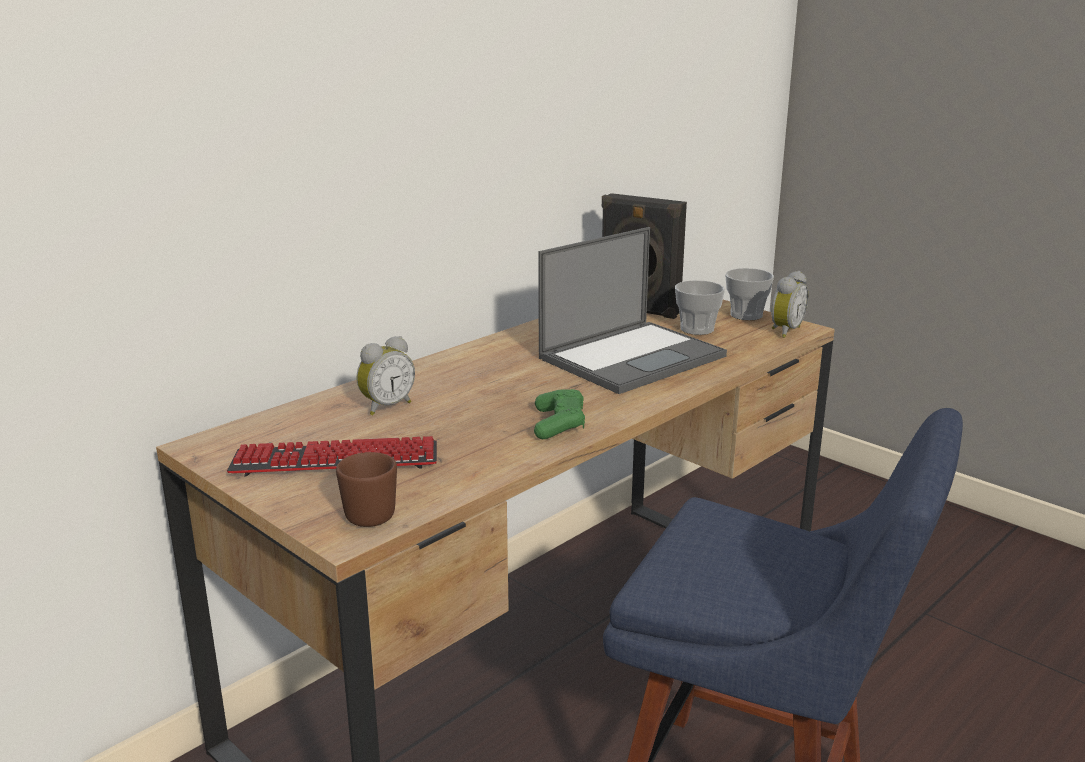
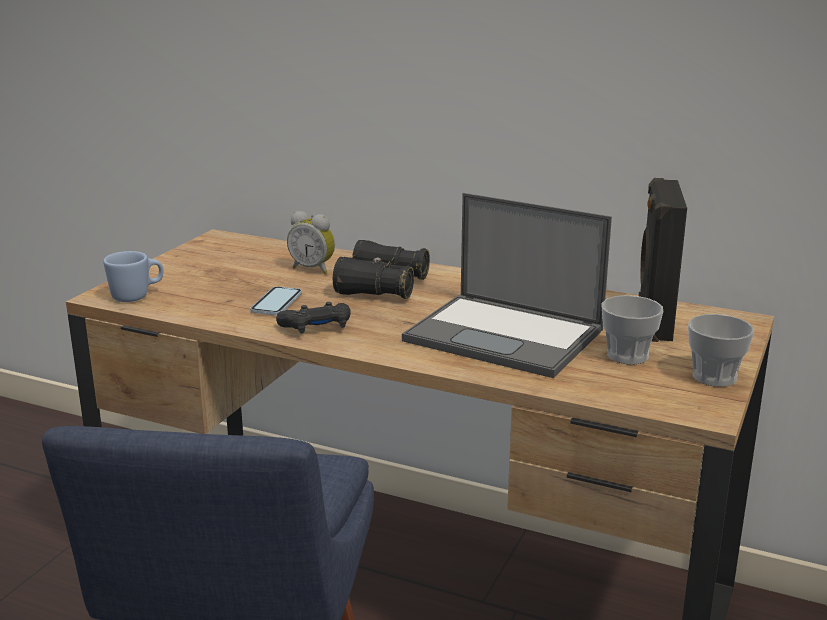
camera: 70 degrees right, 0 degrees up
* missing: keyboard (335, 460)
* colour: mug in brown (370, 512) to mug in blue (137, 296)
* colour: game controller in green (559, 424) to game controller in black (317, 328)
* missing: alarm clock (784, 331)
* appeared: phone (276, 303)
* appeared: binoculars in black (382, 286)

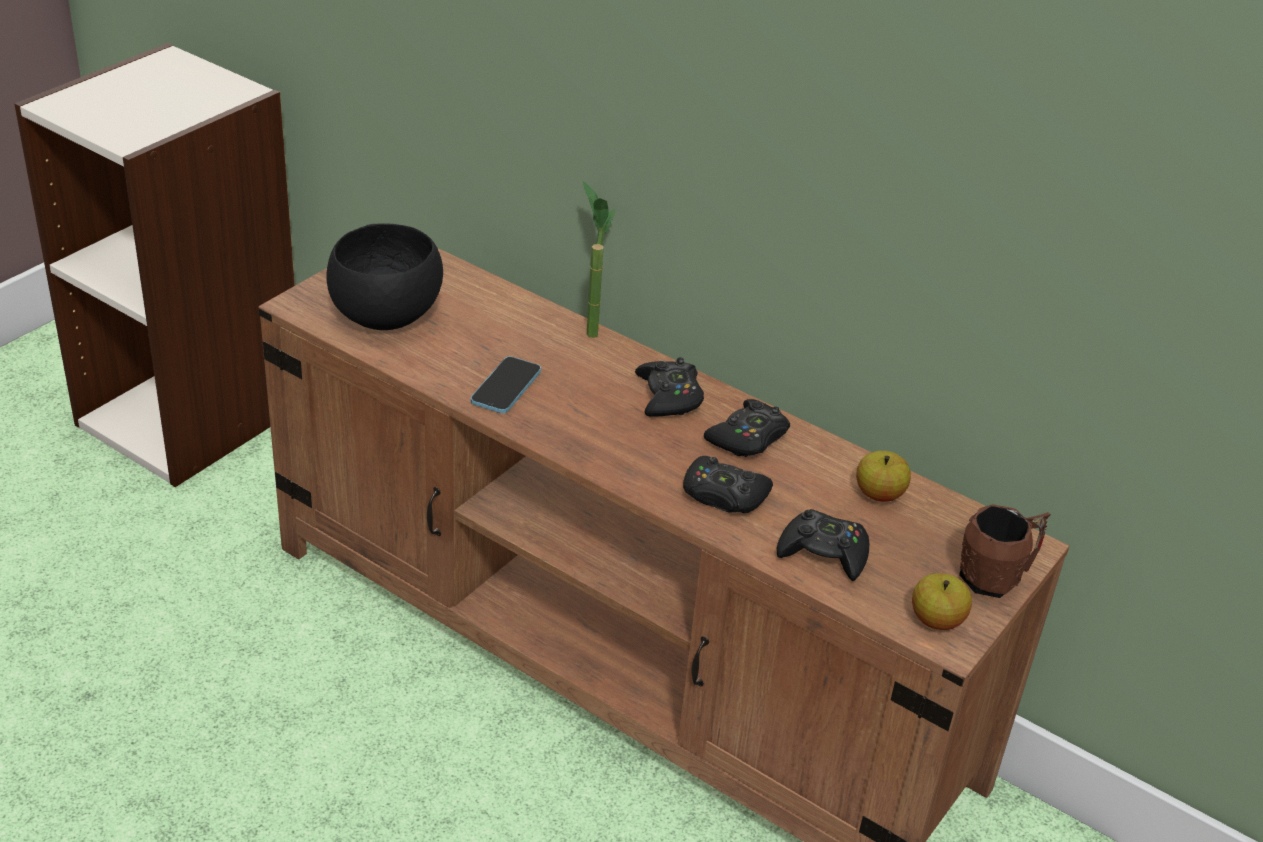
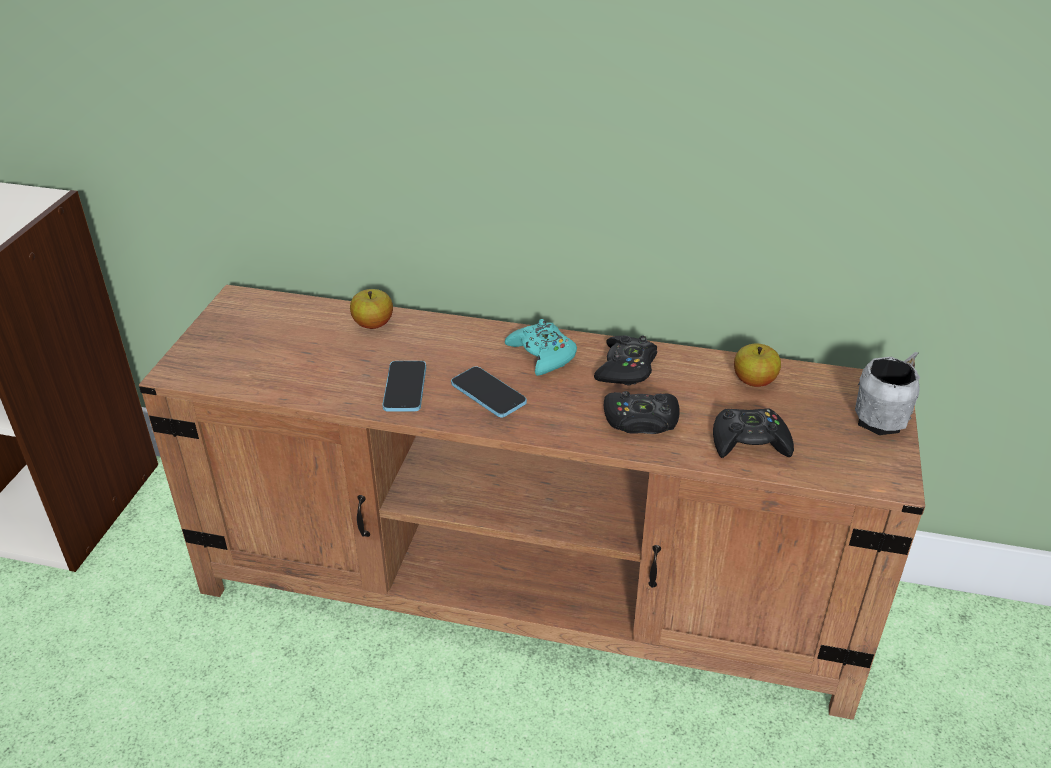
camera: 20 degrees left, 0 degrees up
* missing: bowl in black (385, 317)
* missing: potted plant (589, 327)
* colour: game controller in black (669, 397) to game controller in turquoise (542, 355)
* relocated: apple (936, 620) to (373, 324)
* colour: mug in brown (996, 577) to mug in grey (884, 417)
* appeared: phone (488, 394)

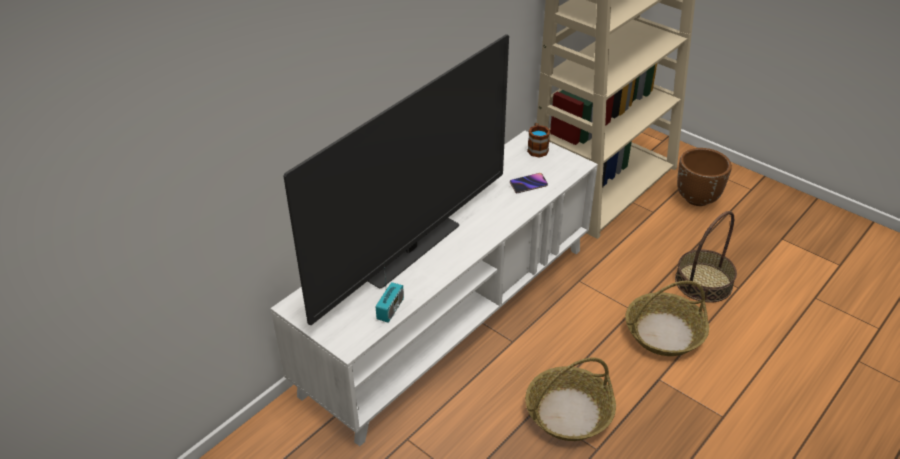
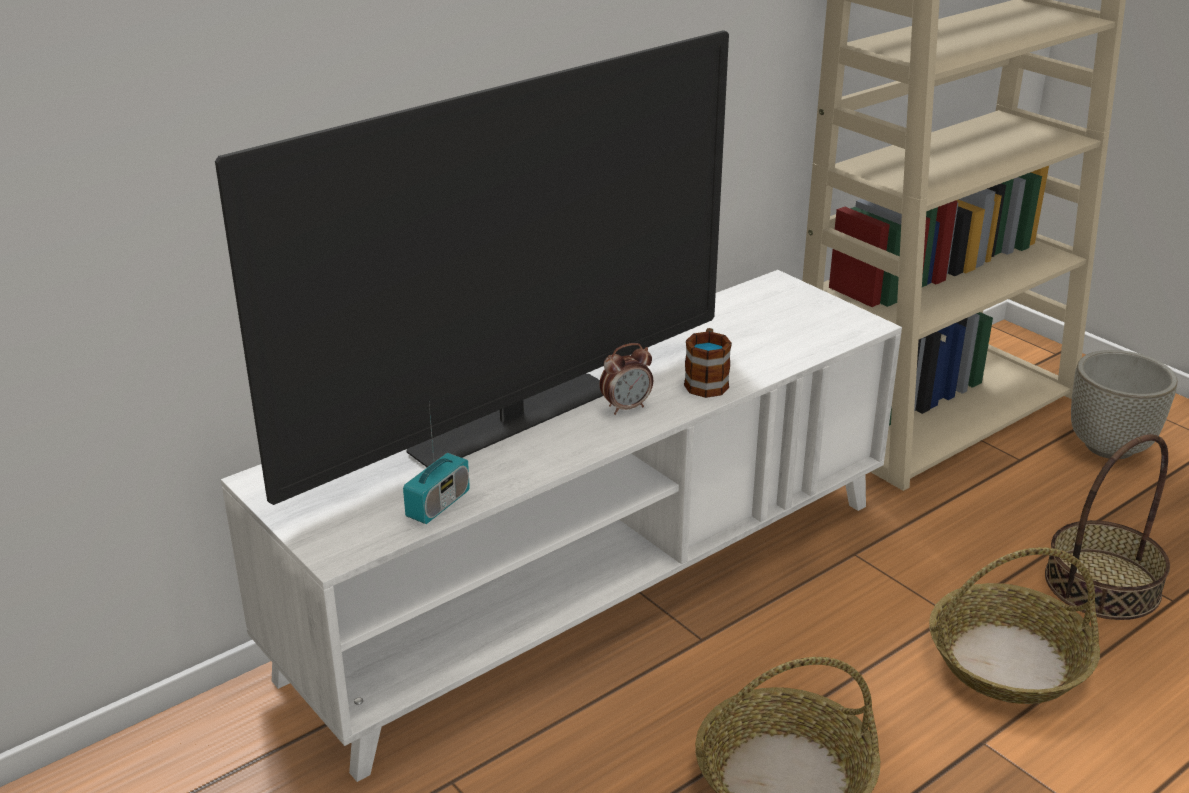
camera: 10 degrees right, 10 degrees down
* missing: phone (528, 184)
* relocated: mug (537, 148) to (706, 381)
* colour: planter in brown (697, 198) to planter in grey (1110, 447)
* appeared: alarm clock (626, 407)

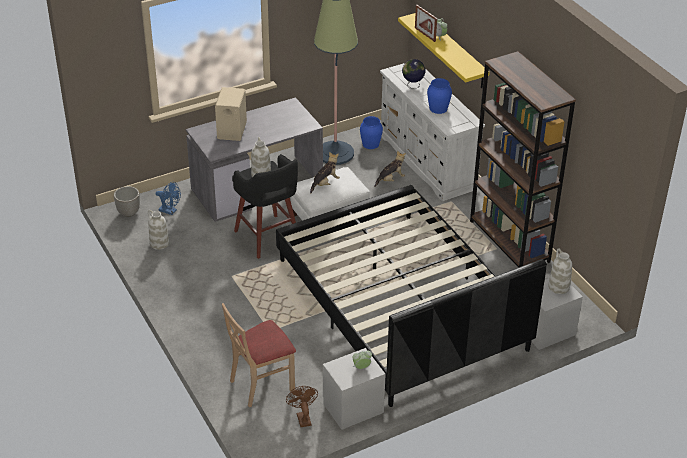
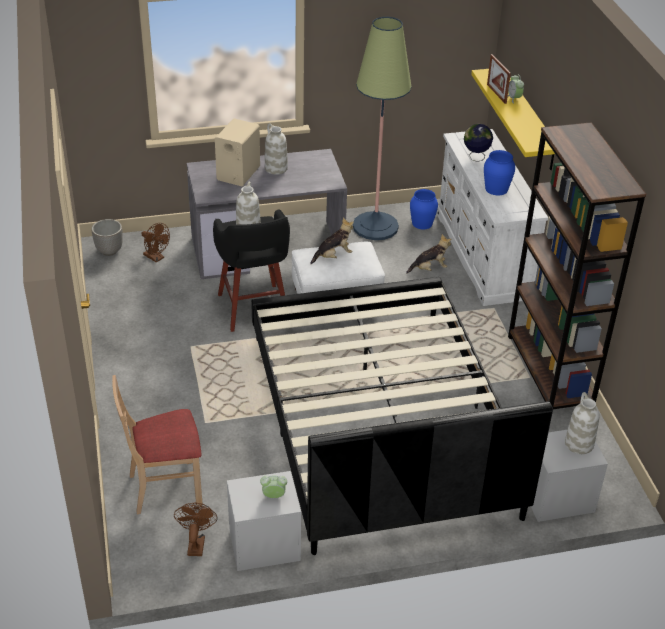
camera: 15 degrees right, 0 degrees up
* relocated: vase in white (159, 243) to (275, 168)
* colour: fan in blue (170, 211) to fan in brown (156, 258)

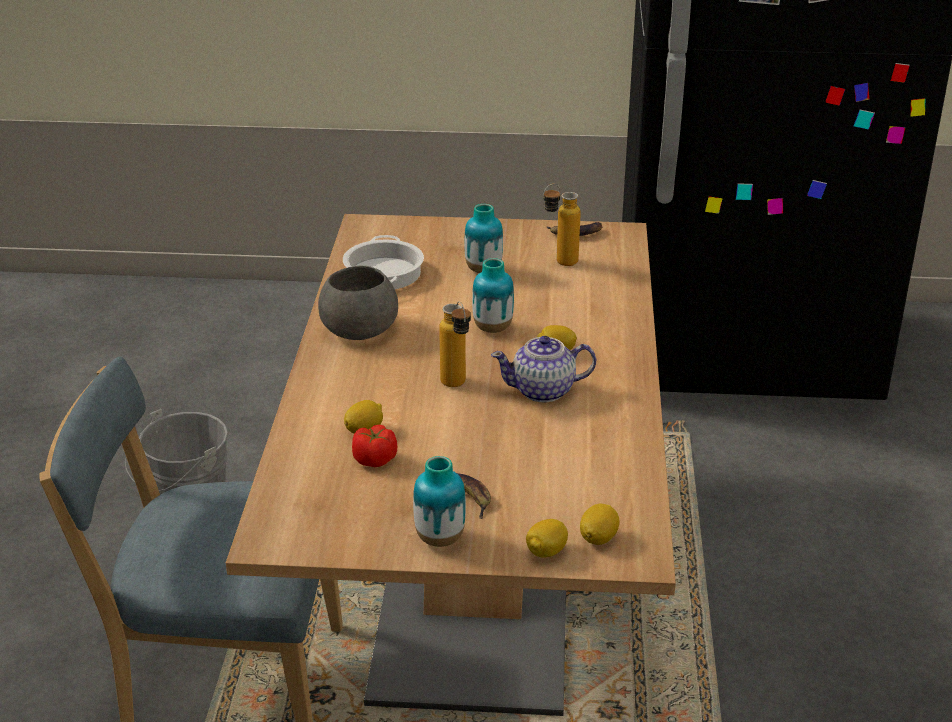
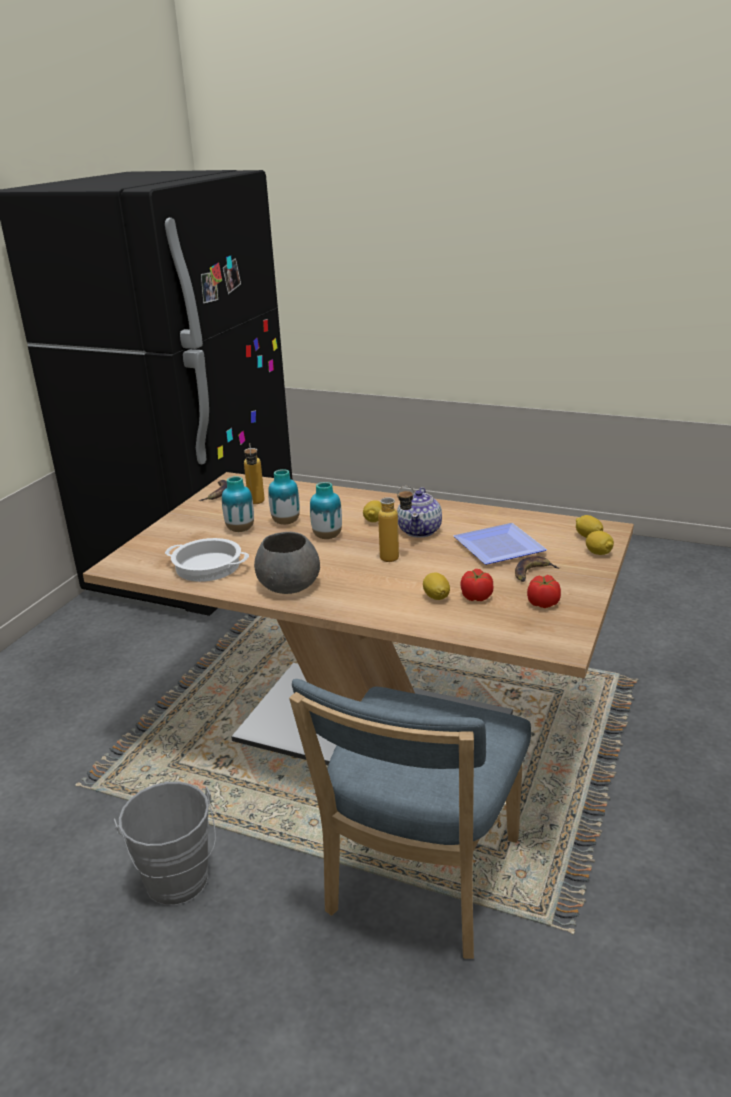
camera: 70 degrees left, 5 degrees down
* relocated: vase (440, 538) to (286, 522)
* appeared: plate (500, 546)
* appeared: tomato (543, 603)

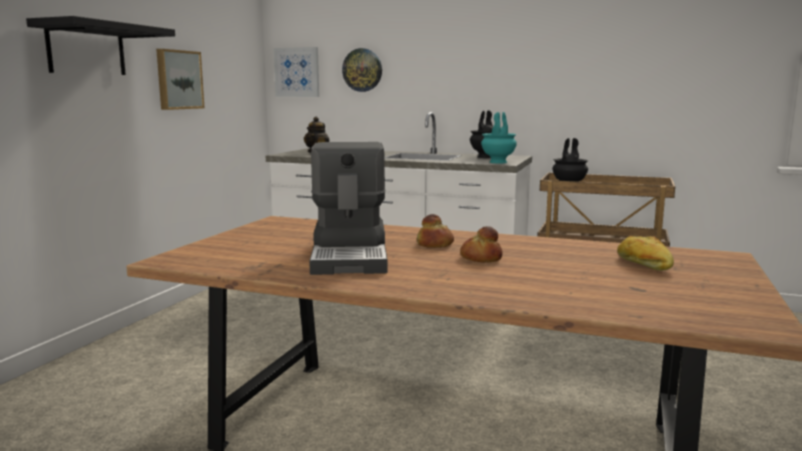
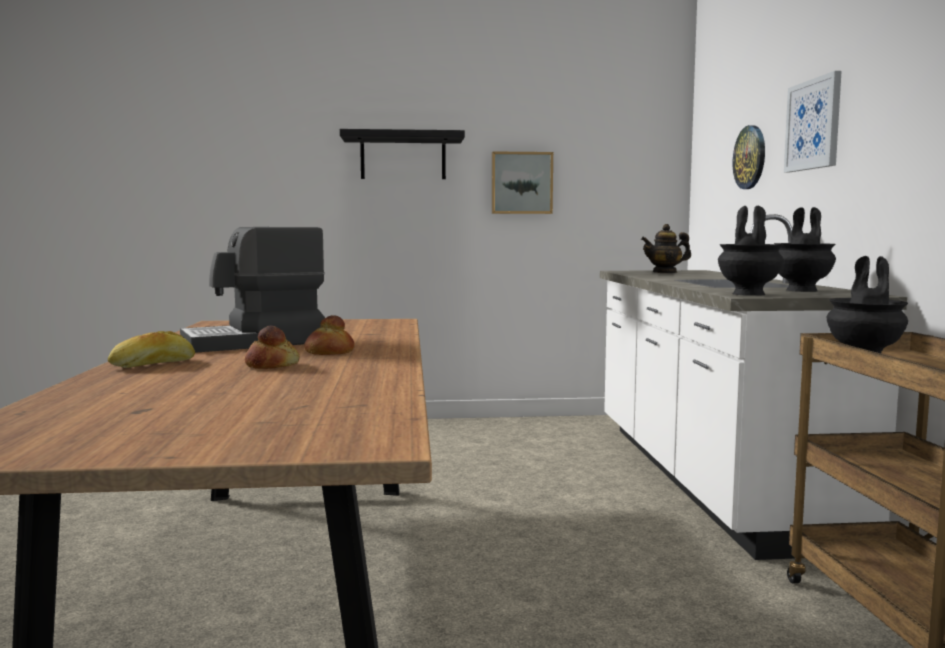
camera: 65 degrees right, 5 degrees down
* relocated: picture (297, 72) to (813, 124)
* colour: vase in turquoise (498, 162) to vase in black (747, 294)
* relocated: bread (643, 265) to (153, 364)

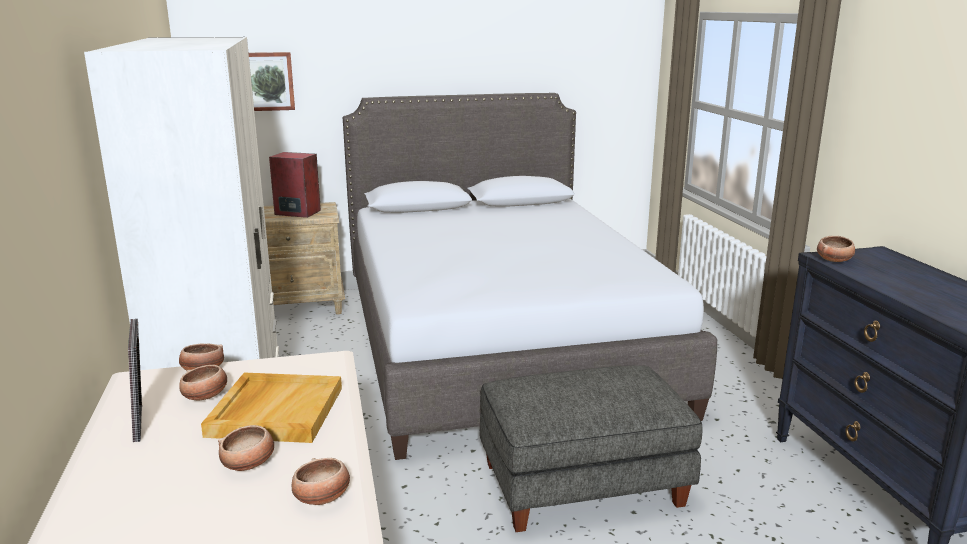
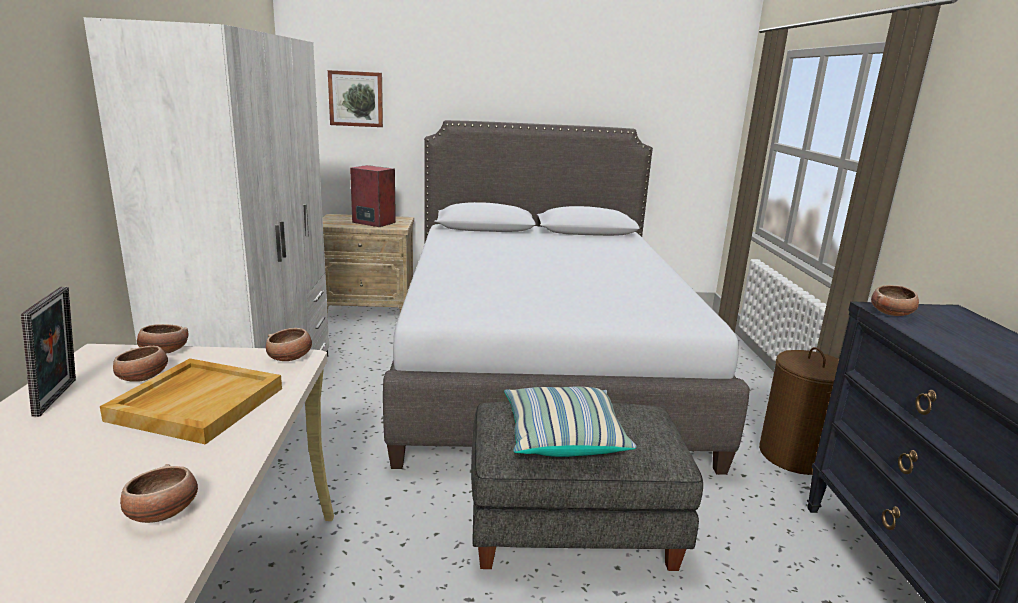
camera: 10 degrees right, 0 degrees up
* relocated: bowl (249, 464) to (290, 358)
* appeared: pillow (562, 437)
* appeared: laundry basket in brown (795, 455)

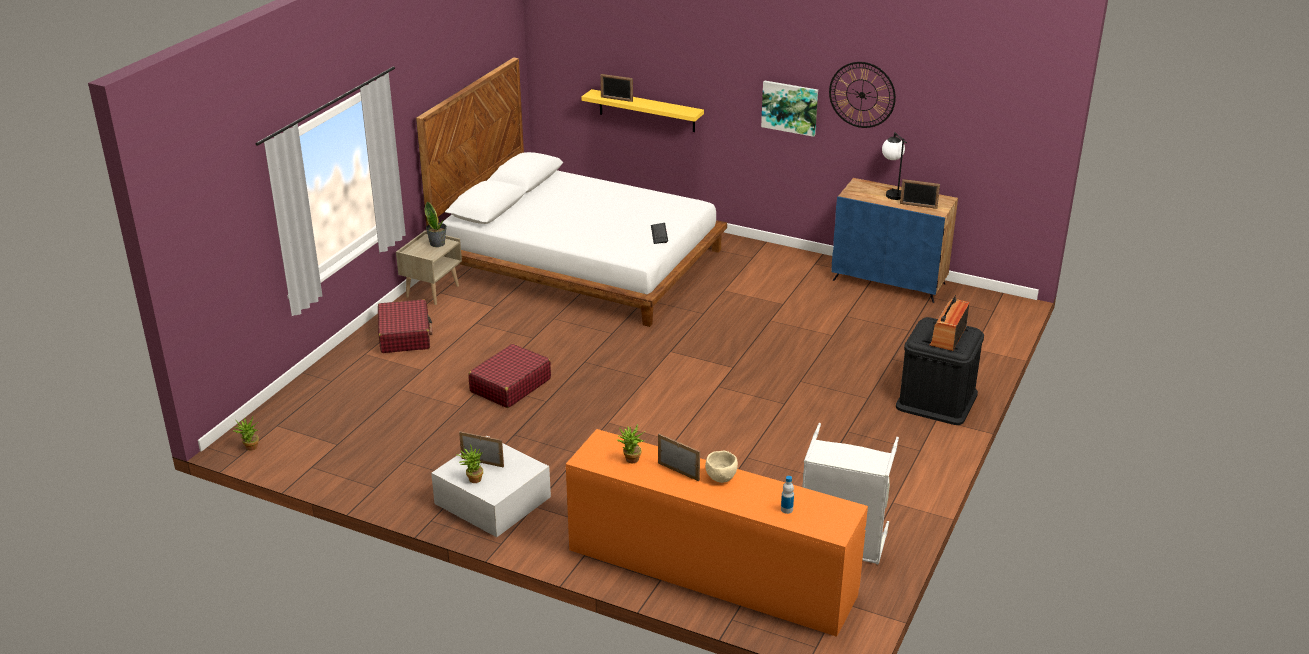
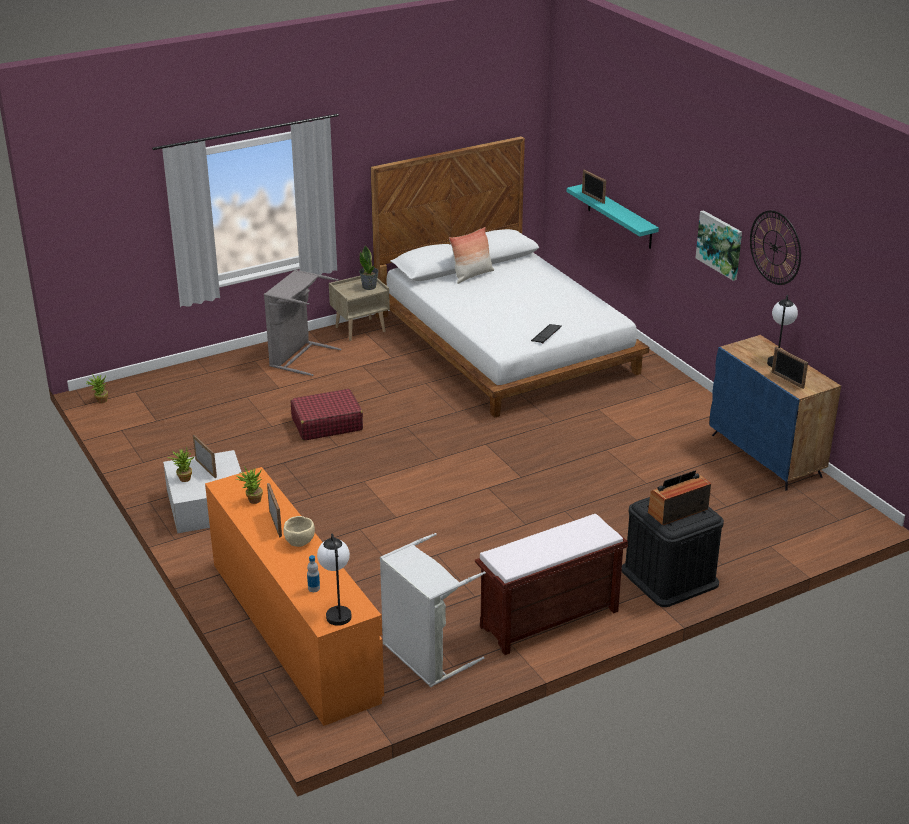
camera: 35 degrees right, 0 degrees up
* exchanged: suitcase in red (405, 335) to laundry basket in grey (299, 357)
* colour: shelf in yellow (646, 111) to shelf in turquoise (619, 216)
* appeared: table lamp (337, 610)
* appeared: pillow (472, 275)
* appeared: bench in brown (548, 620)

